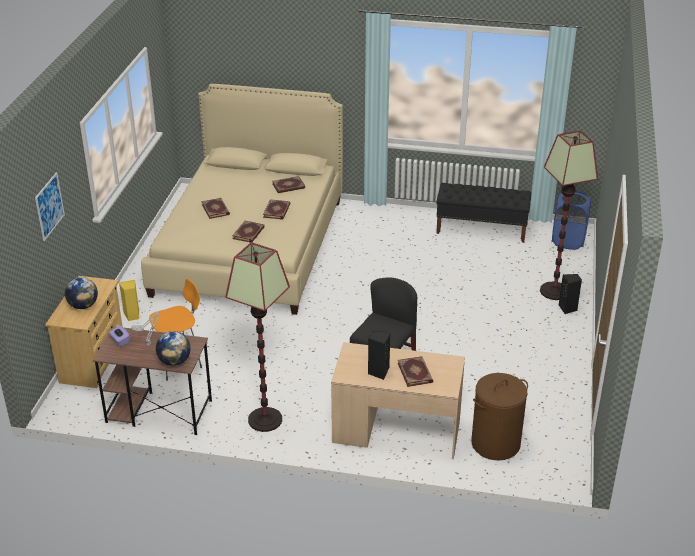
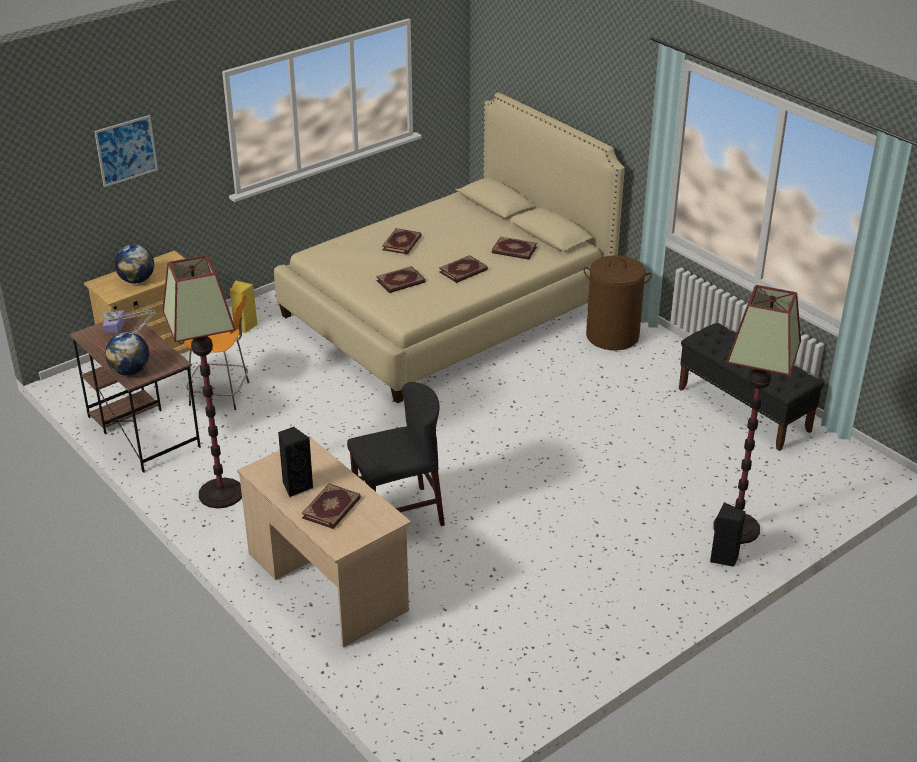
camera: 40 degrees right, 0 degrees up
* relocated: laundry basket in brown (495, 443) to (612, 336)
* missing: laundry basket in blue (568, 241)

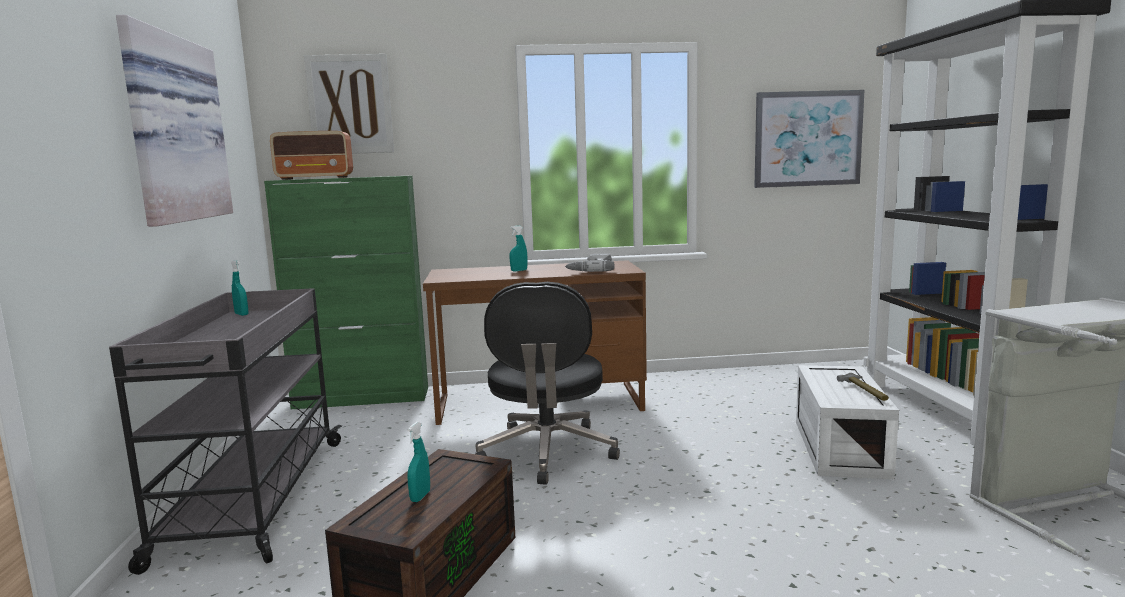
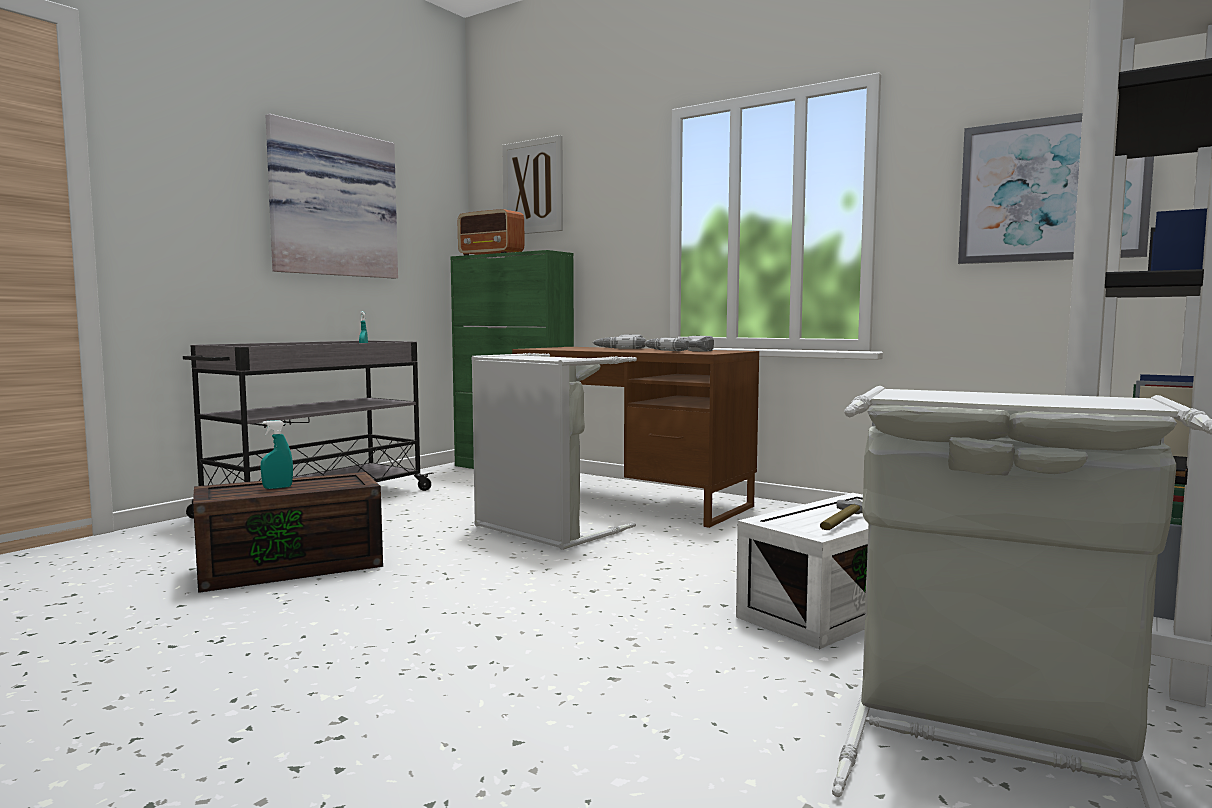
camera: 40 degrees right, 5 degrees down
* exchanged: office chair in black (547, 453) to laundry basket in grey (542, 531)
* exchanged: spray bottle in turquoise (519, 270) to power drill (620, 349)

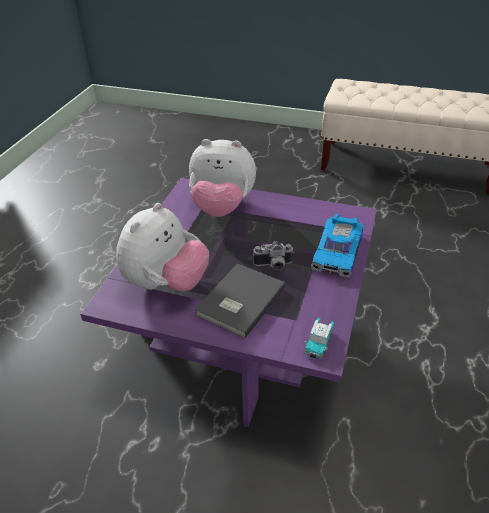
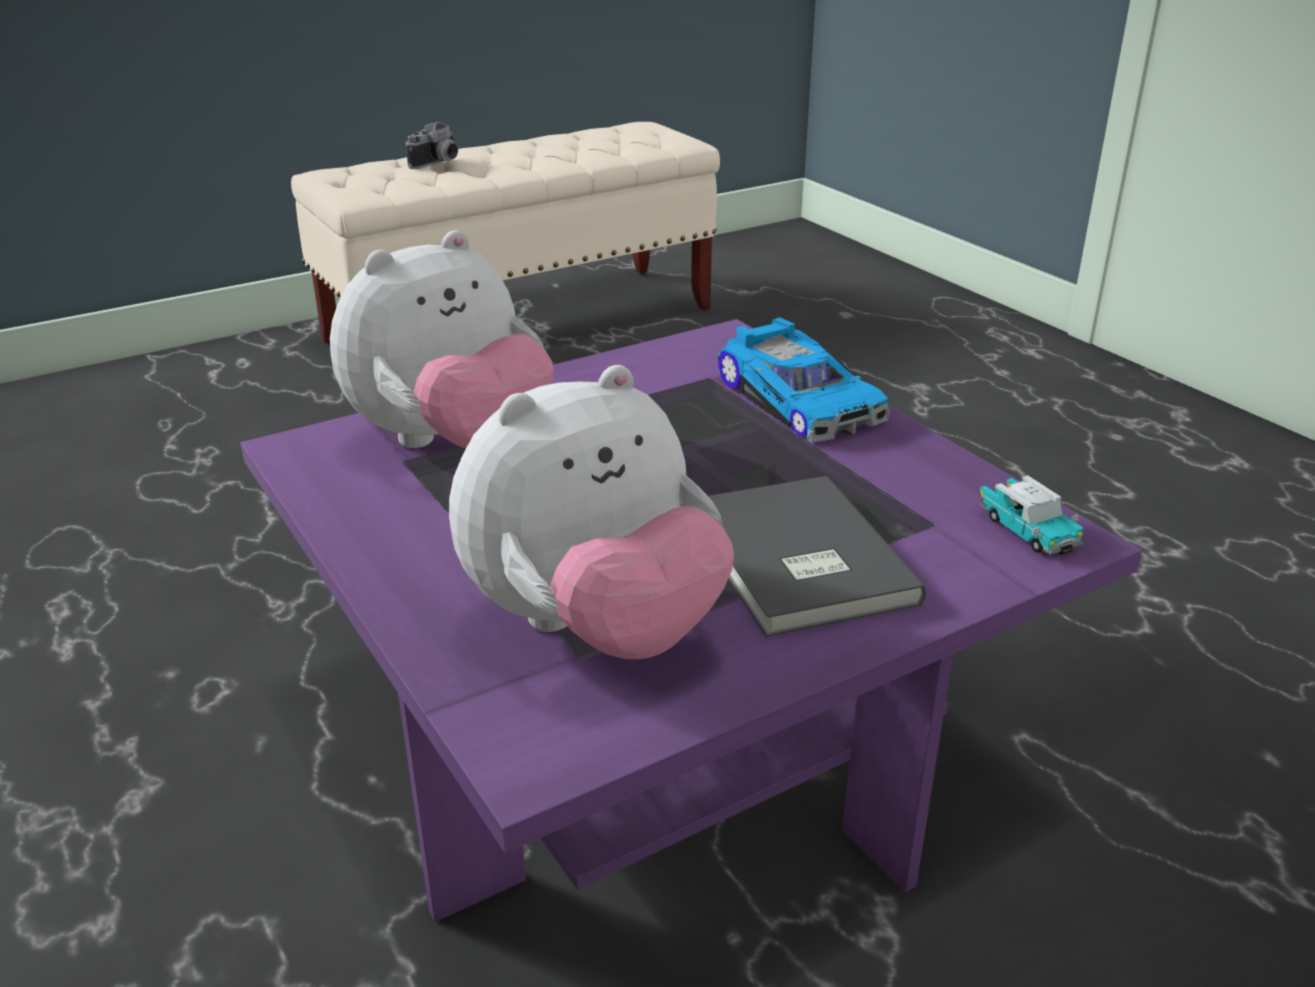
camera: 50 degrees left, 10 degrees down
* spun: plush toy (166, 283) = (595, 628) 75 degrees clockwise
* relocated: photo camera (273, 266) to (438, 163)

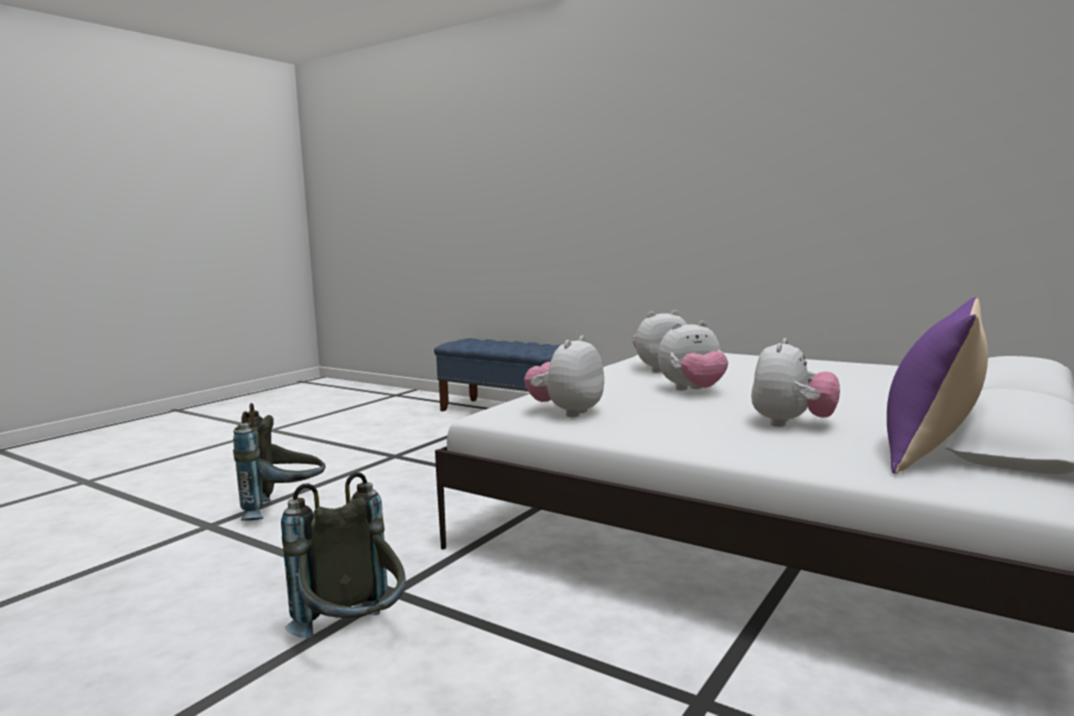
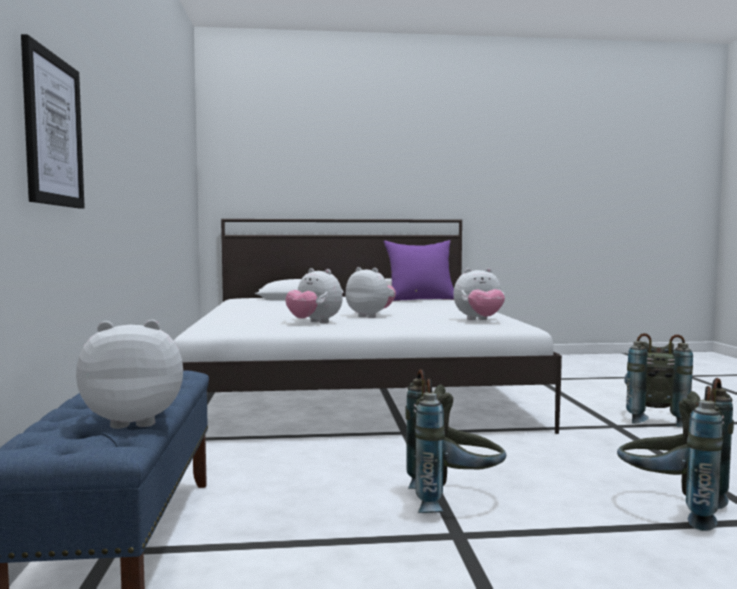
camera: 130 degrees left, 5 degrees down
* relocated: plush toy (792, 424) to (135, 421)
* appeared: picture (52, 130)
* appeared: backpack in grey (453, 500)

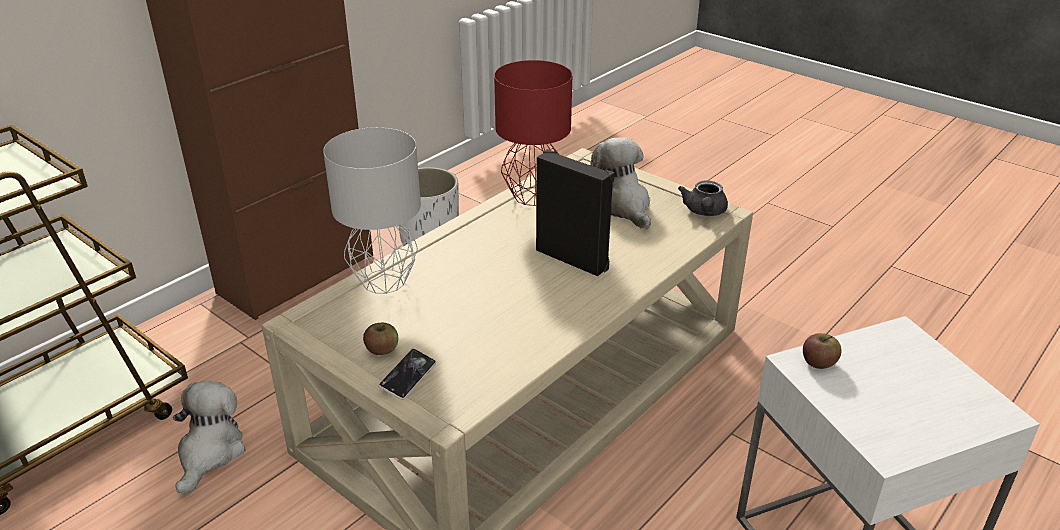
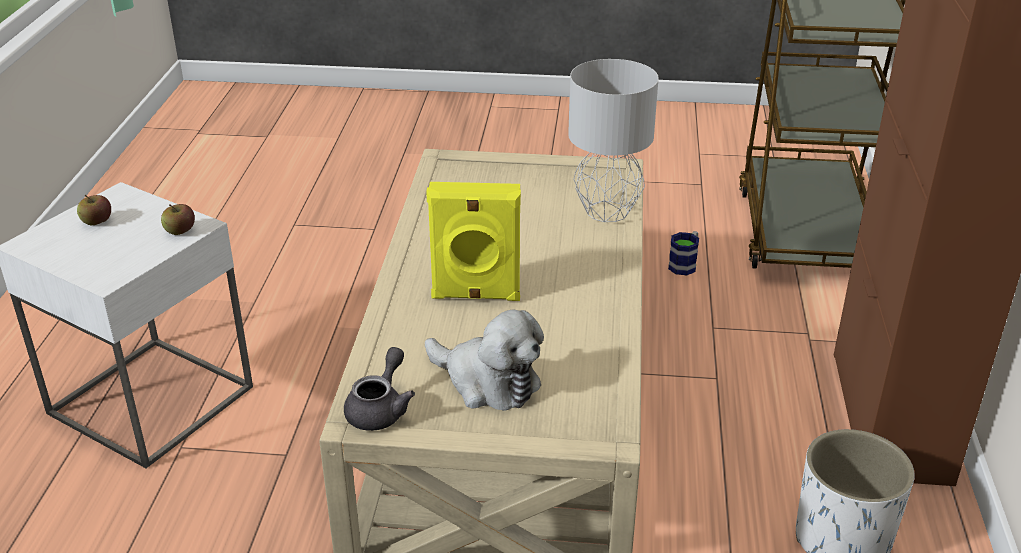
camera: 145 degrees right, 0 degrees up
* exchanged: plush toy (210, 452) to mug (685, 264)
* relocated: apple (382, 349) to (97, 221)
* missing: phone (408, 377)
* missing: table lamp in red (531, 197)
* colour: speaker in black (573, 258) to speaker in yellow (476, 296)
* spun: teapot in grey (704, 212) = (380, 409) 45 degrees clockwise

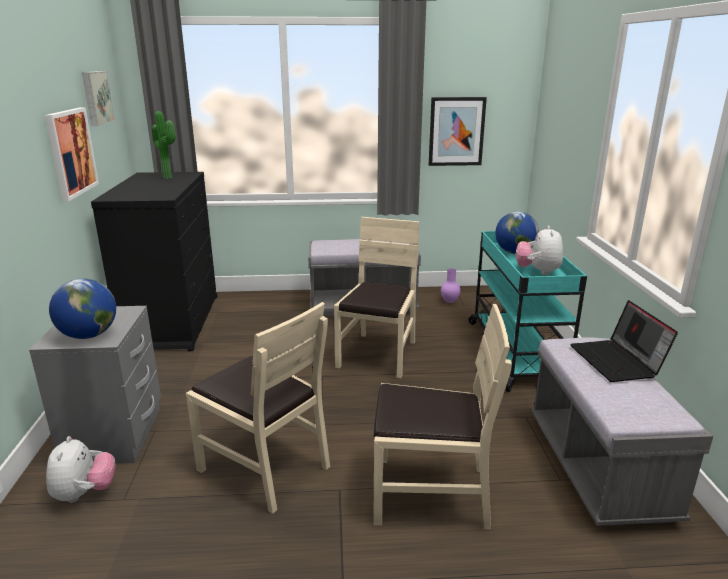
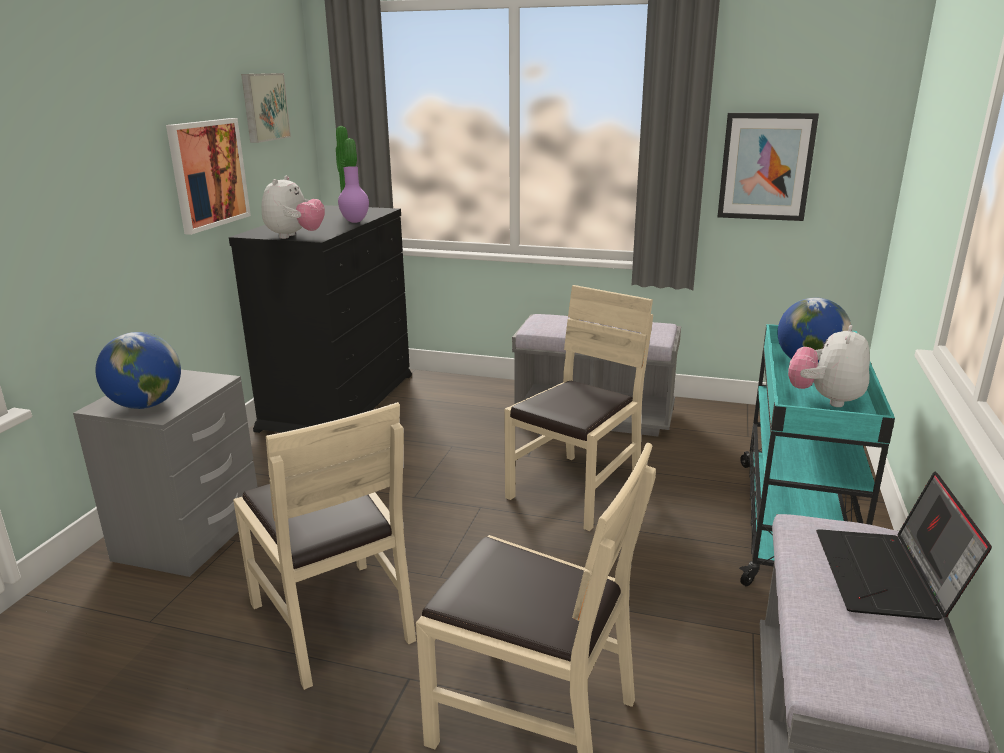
camera: 20 degrees right, 0 degrees up
* relocated: plush toy (84, 493) to (295, 236)
* relocated: vase in purple (450, 301) to (355, 221)

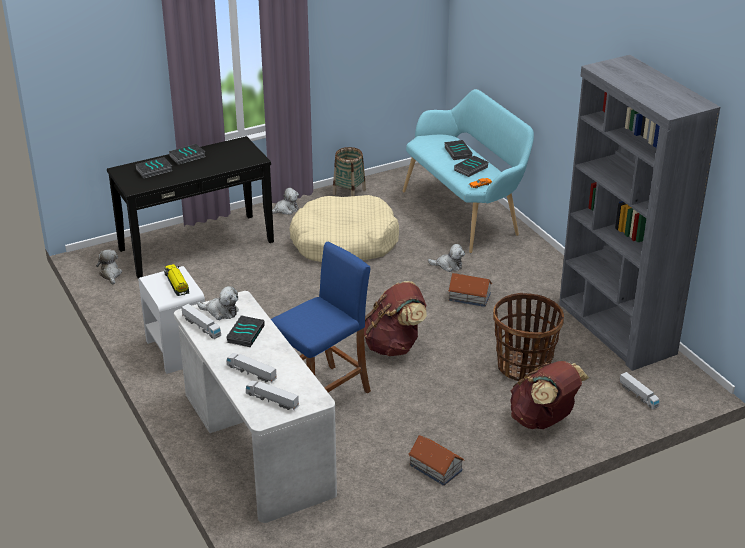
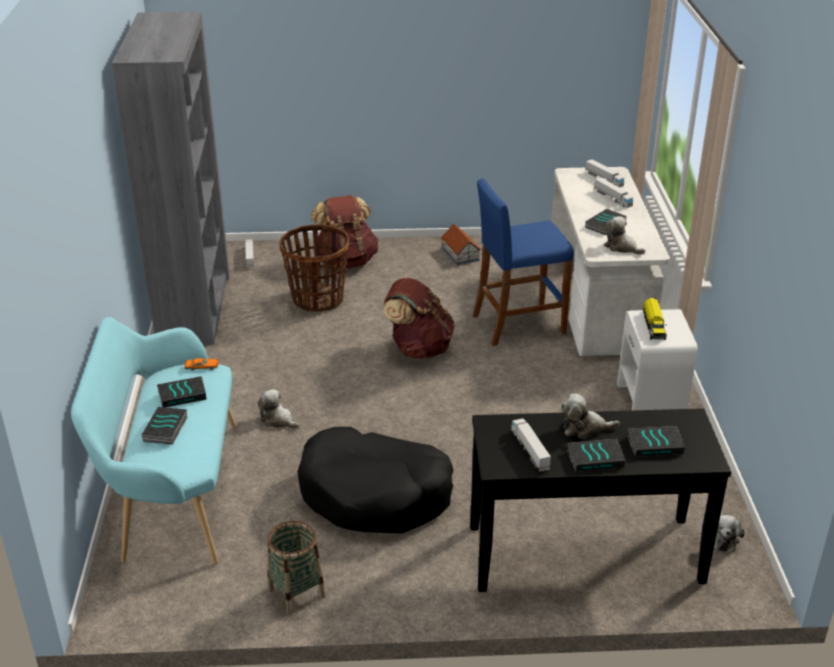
camera: 155 degrees left, 0 degrees up
* relocated: toy truck (201, 326) to (530, 450)
* relocated: plush toy (285, 210) to (584, 428)
* colour: dog bed in beige (344, 242) to dog bed in black (375, 494)
* missing: toy house (470, 297)

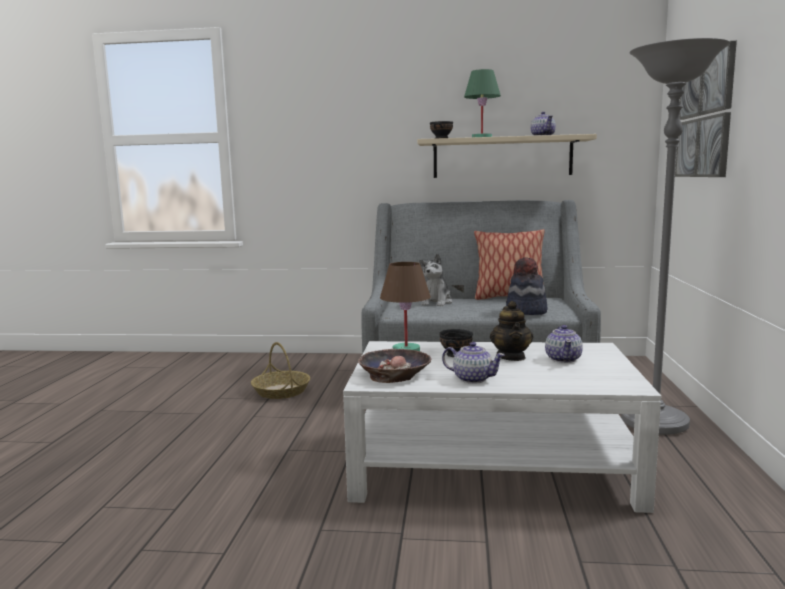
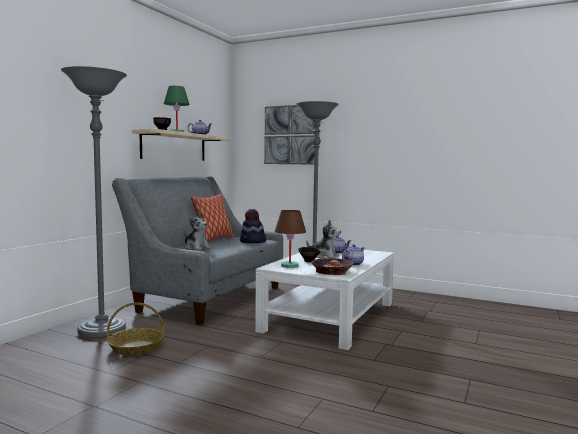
camera: 70 degrees left, 5 degrees down
* exchanged: teapot (511, 357) to plush toy (324, 256)
* appeared: floor lamp in grey (102, 330)

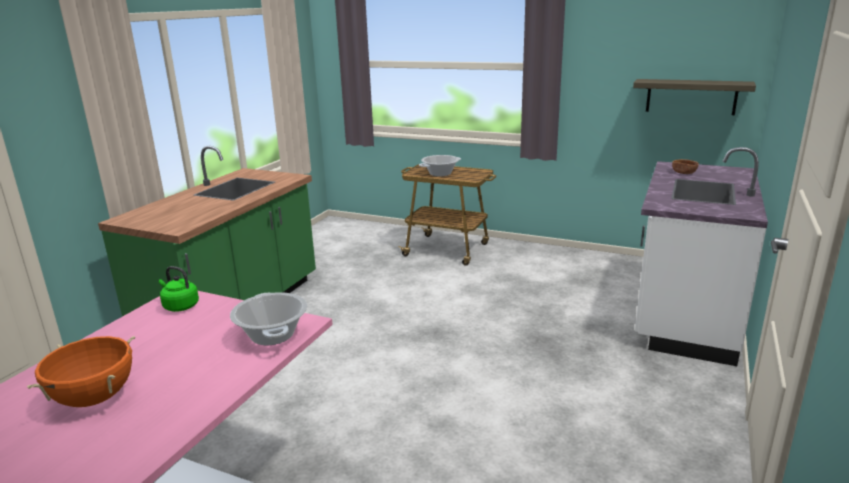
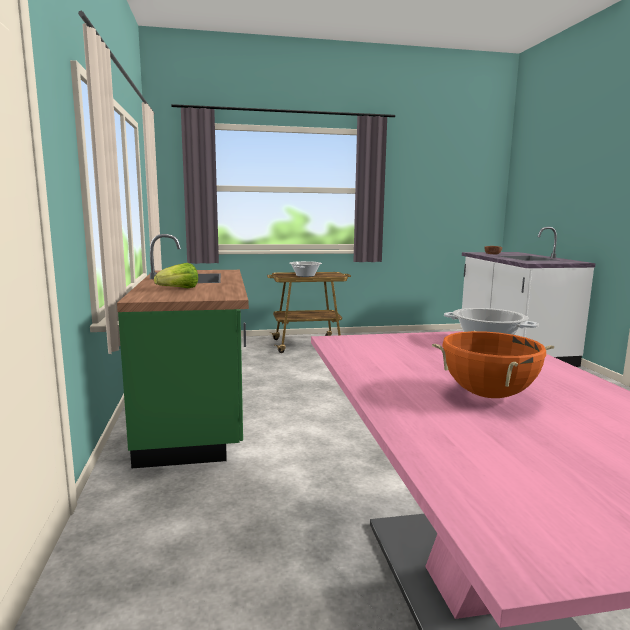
camera: 35 degrees left, 10 degrees down
* missing: kettle in green (180, 306)
* missing: shelf (691, 96)
* appeared: lettuce (179, 289)

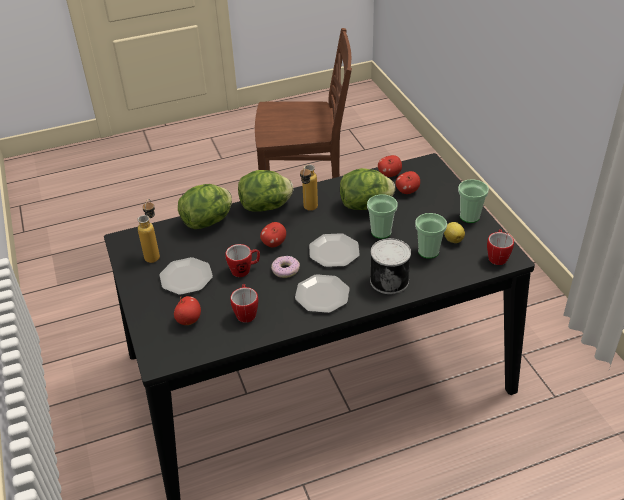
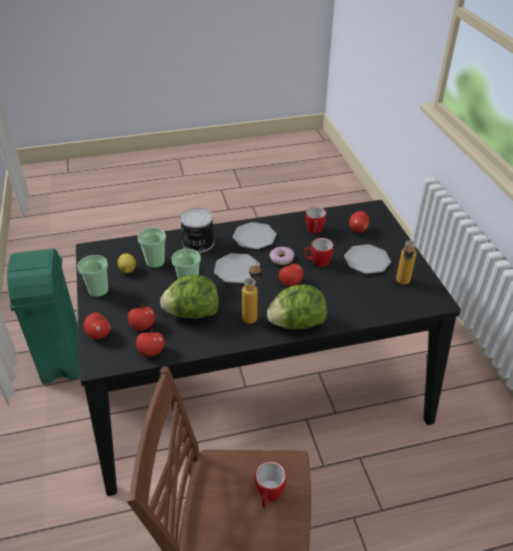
camera: 175 degrees left, 0 degrees up
* missing: lettuce (208, 221)
* relocated: mug (497, 256) to (268, 496)
* appeared: trash can in green (62, 360)
* appeared: apple (99, 334)

